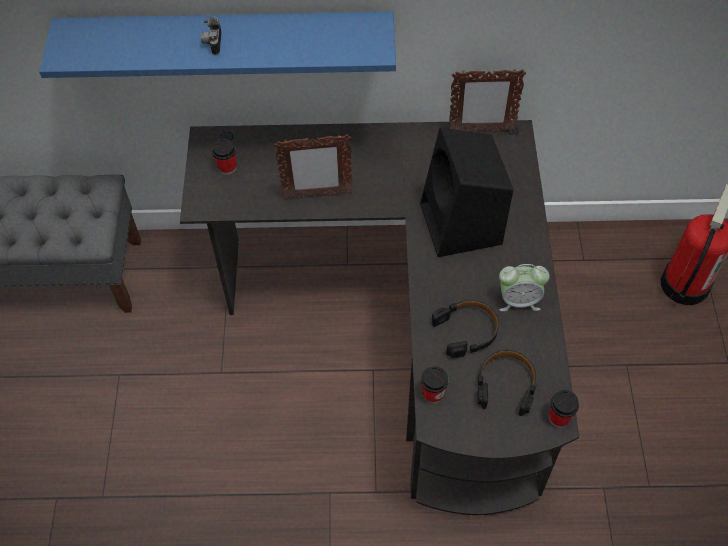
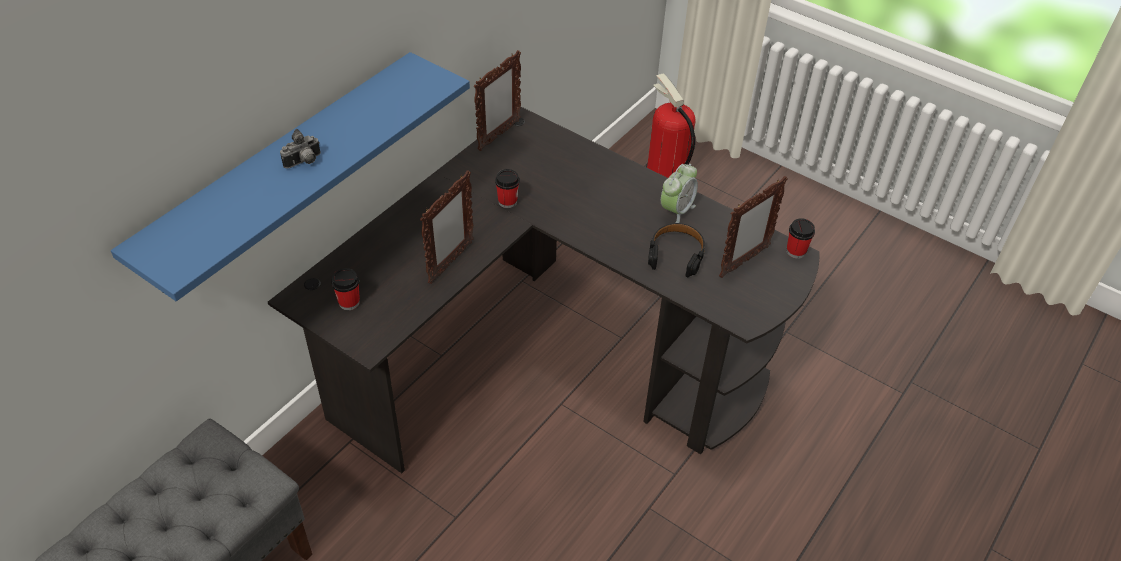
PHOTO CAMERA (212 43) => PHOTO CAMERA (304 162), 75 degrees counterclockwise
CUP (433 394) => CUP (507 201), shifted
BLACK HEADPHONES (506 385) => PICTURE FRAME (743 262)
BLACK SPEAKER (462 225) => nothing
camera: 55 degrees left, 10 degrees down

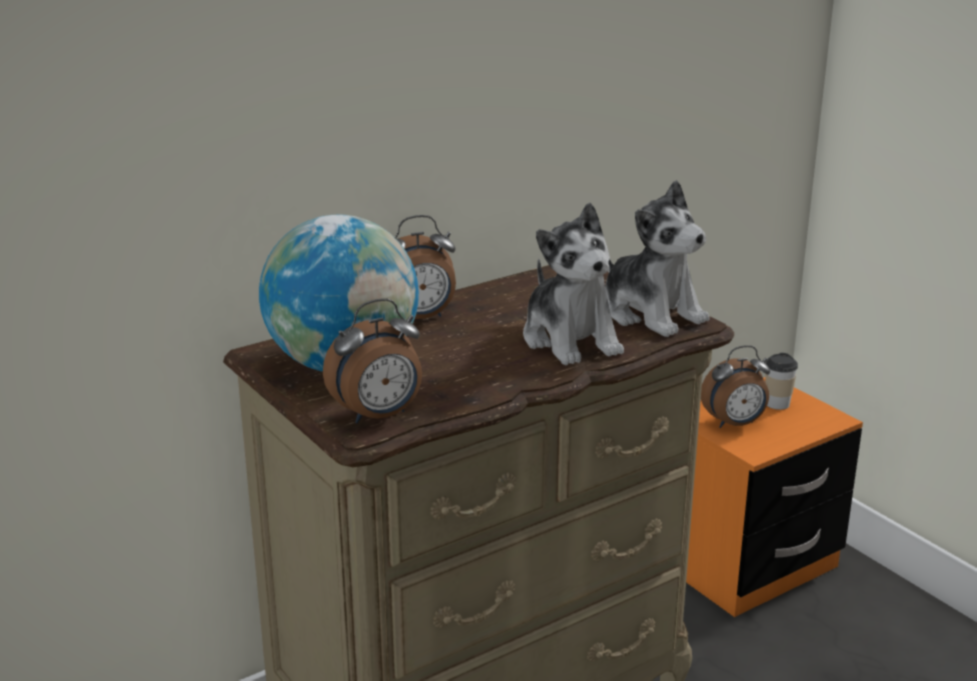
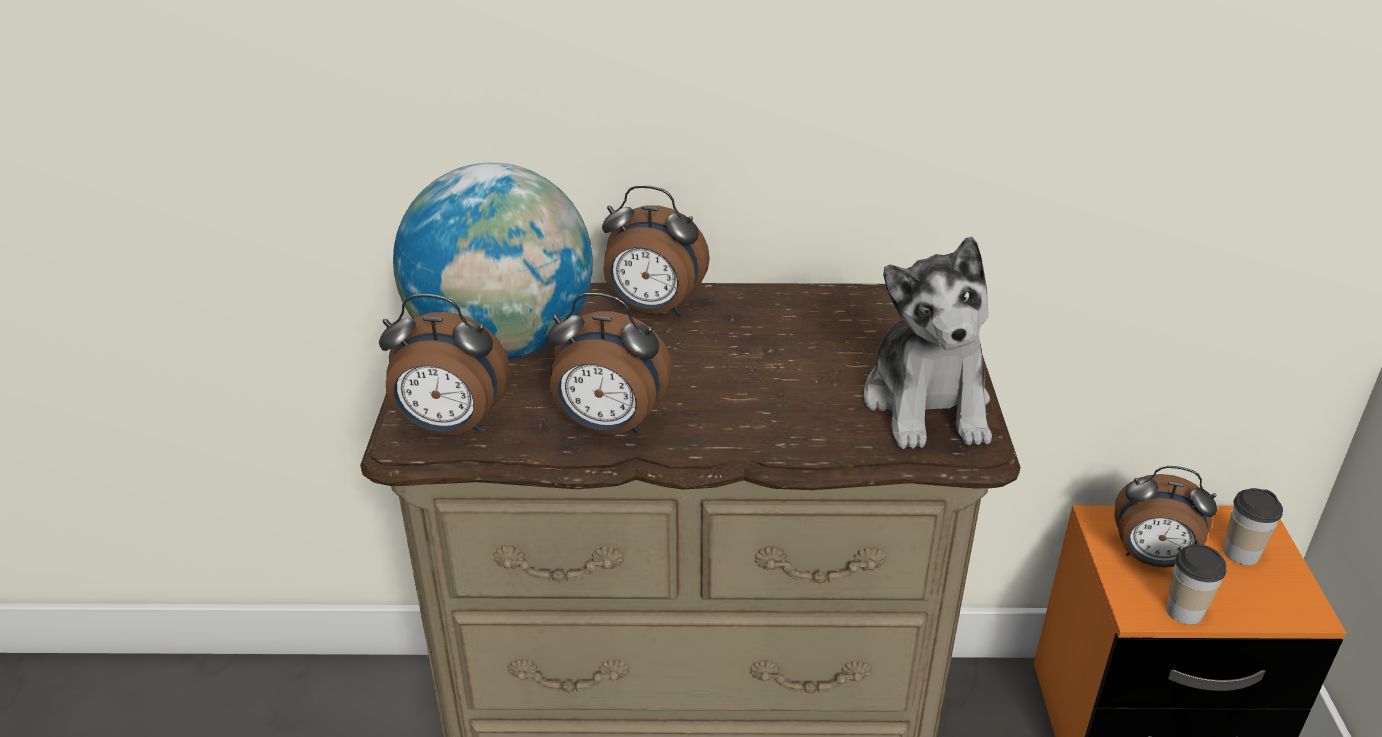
nothing => ALARM CLOCK (608 427)
nothing => CUP (1184 611)
PLUSH TOY (570 340) => nothing
camera: 35 degrees right, 10 degrees up

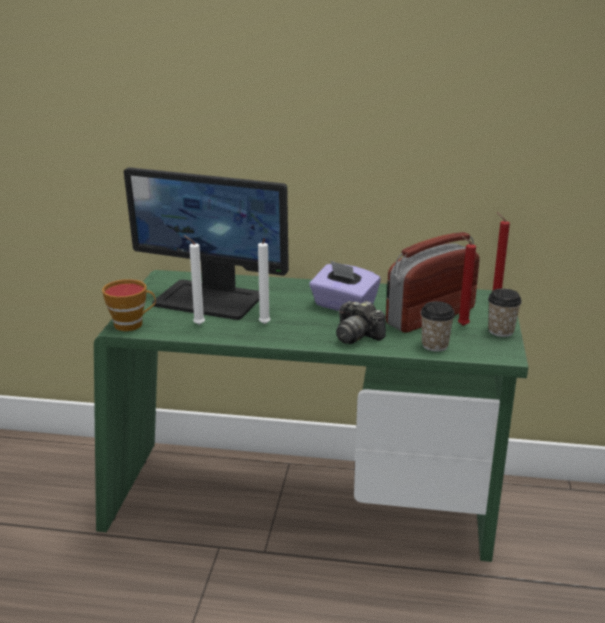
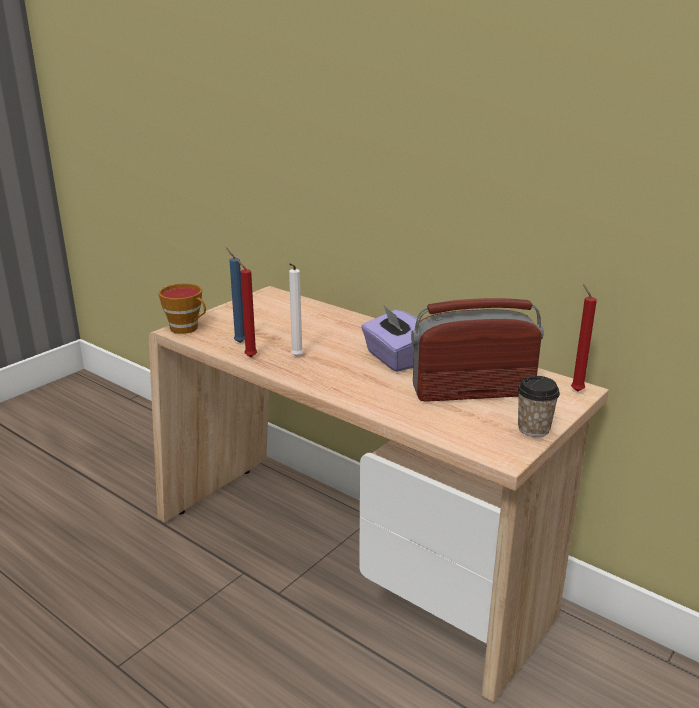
GREEN DESK (302 505) => BEIGE DESK (349 563)
WHITE CANDLE (197 324) => BLUE CANDLE (238 342)
RED CANDLE (461 325) => RED CANDLE (249 356), shifted
MONITOR (210 299) => nothing
PHOTO CAMERA (357 335) => nothing
CUP (435 345) => nothing
camera: 30 degrees right, 0 degrees up

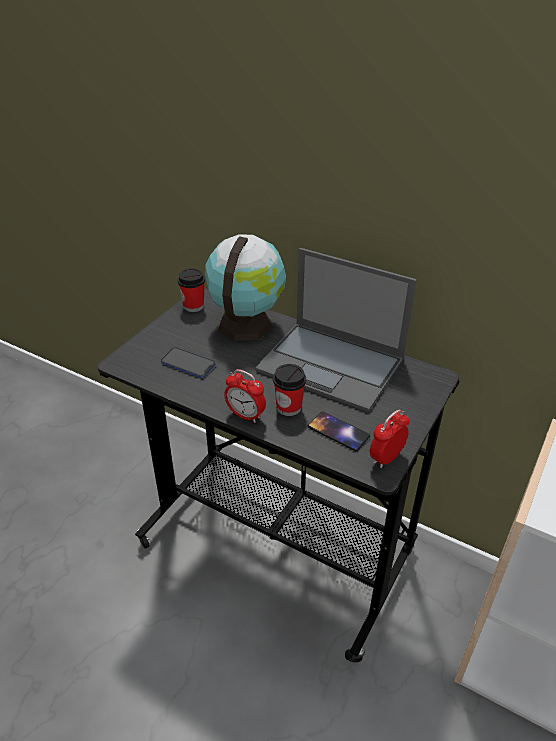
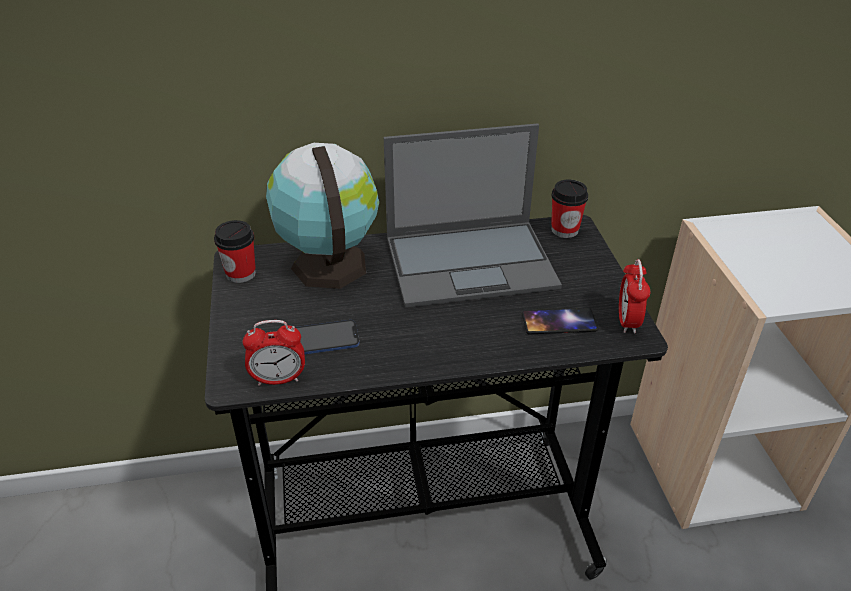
ALARM CLOCK (245 415) => ALARM CLOCK (278 379), shifted
CUP (289 407) => CUP (564 230), shifted
camera: 40 degrees left, 0 degrees up

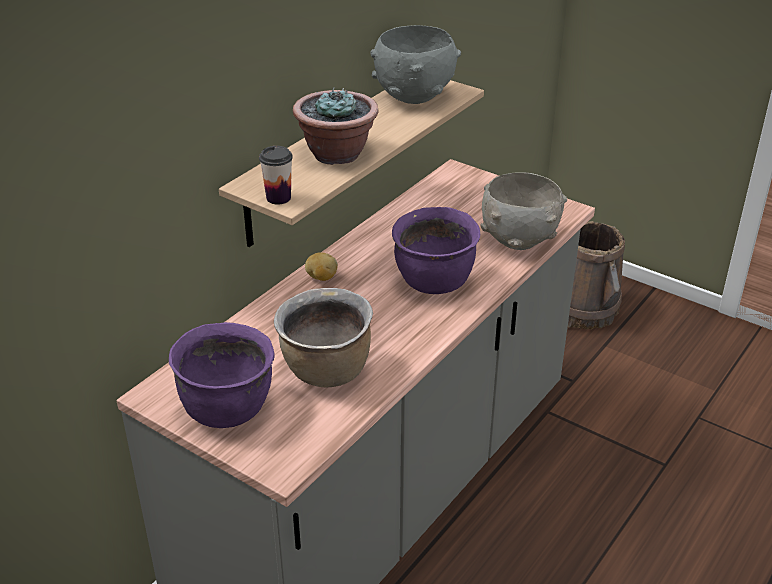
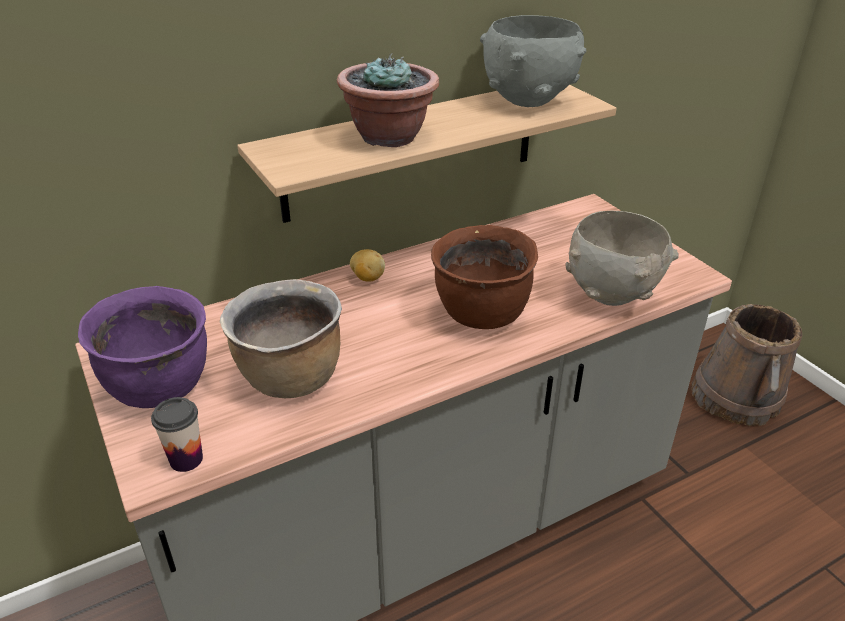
CUP (278 198) => CUP (186 459), shifted
PURPLE COOKING POT (434 282) => BROWN COOKING POT (481 314)
camera: 25 degrees right, 0 degrees up

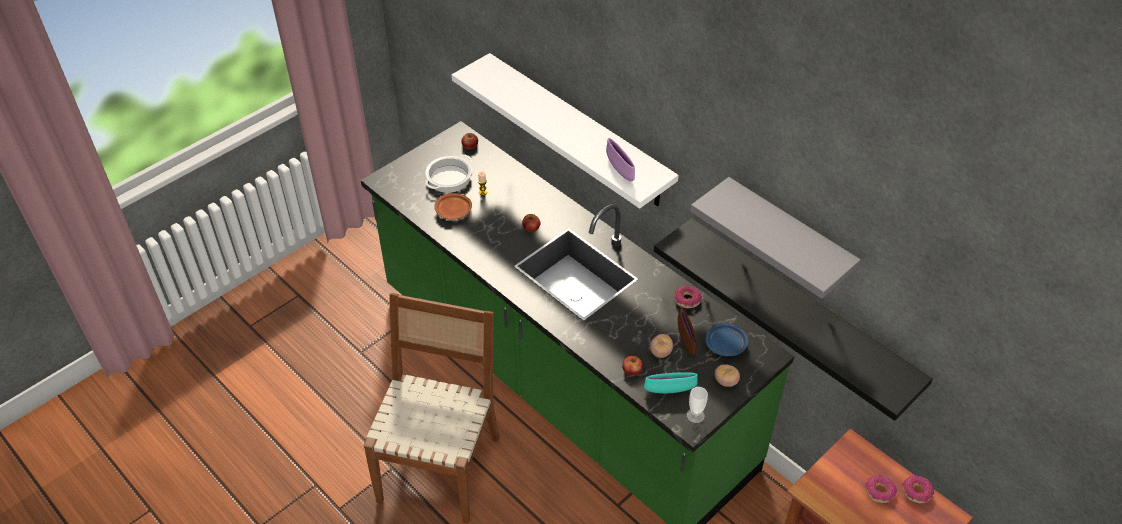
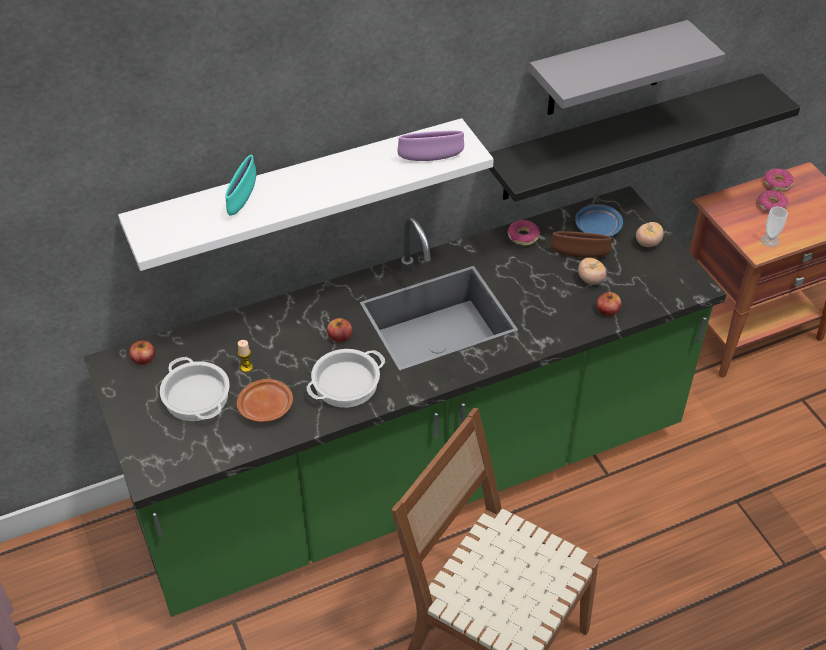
TURQUOISE BOWL (669 390) => TURQUOISE BOWL (242 199), shifted
nothing => COOKING POT (346 384)
CUP (695 415) => CUP (770 240), shifted
camera: 70 degrees left, 0 degrees up

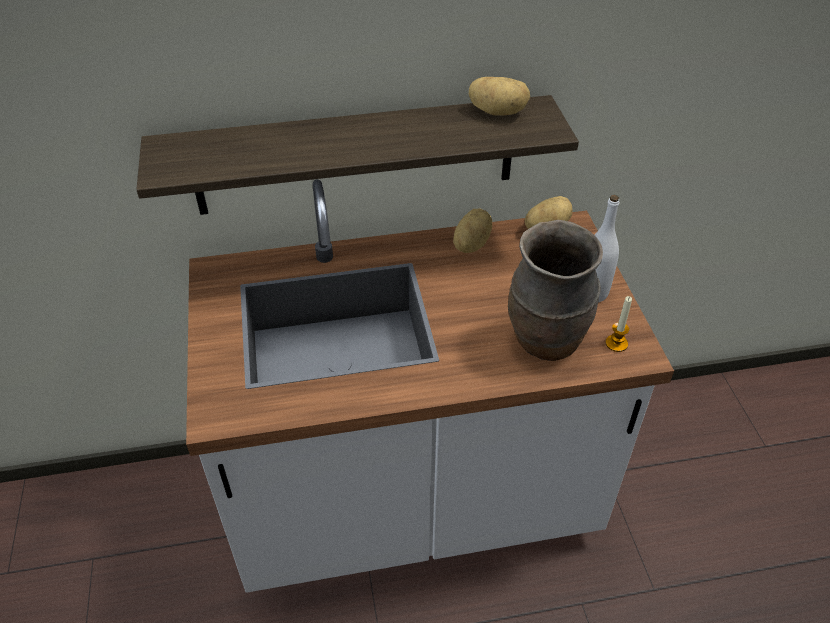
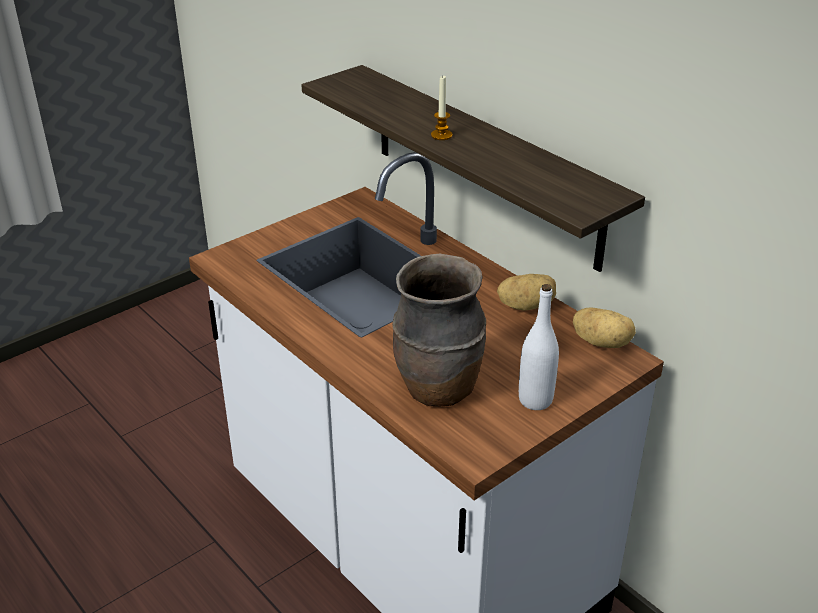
CANDLE (616 343) => CANDLE (441 135), shifted
POTATO (498 111) => nothing
camera: 60 degrees right, 10 degrees down

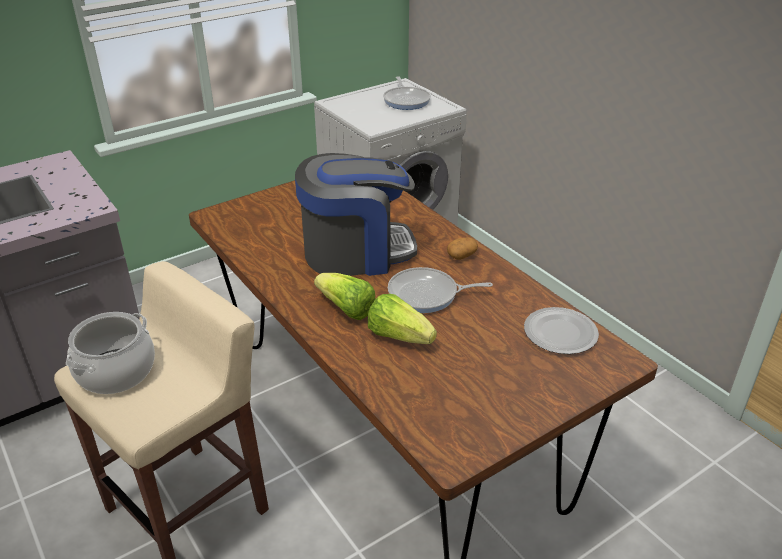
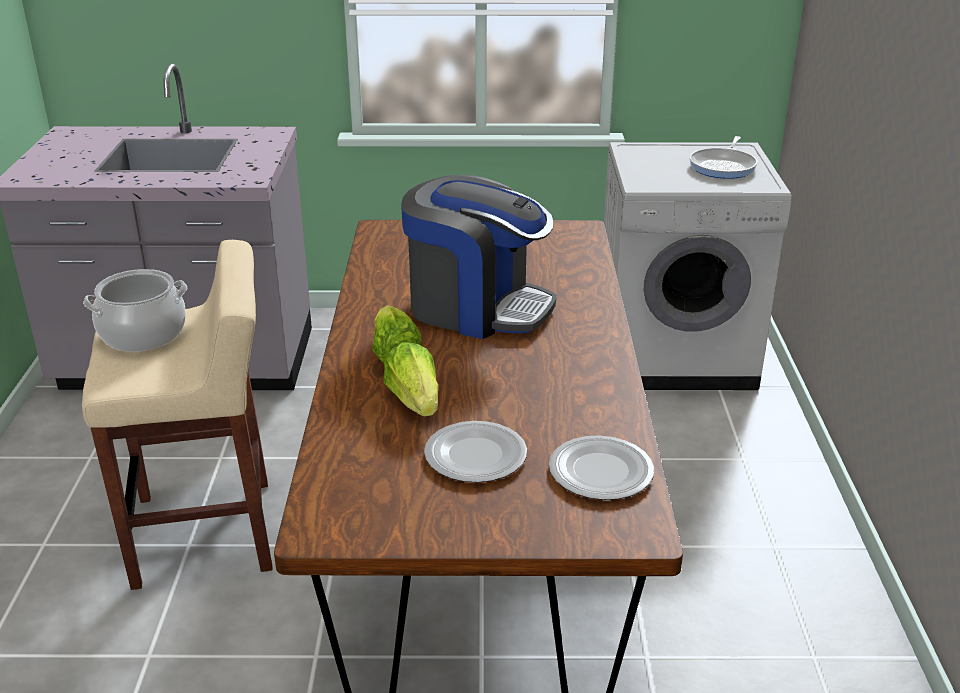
nothing => PLATE (474 456)
FRYING PAN (427 295) => nothing
POTATO (461 255) => nothing
camera: 35 degrees right, 5 degrees down

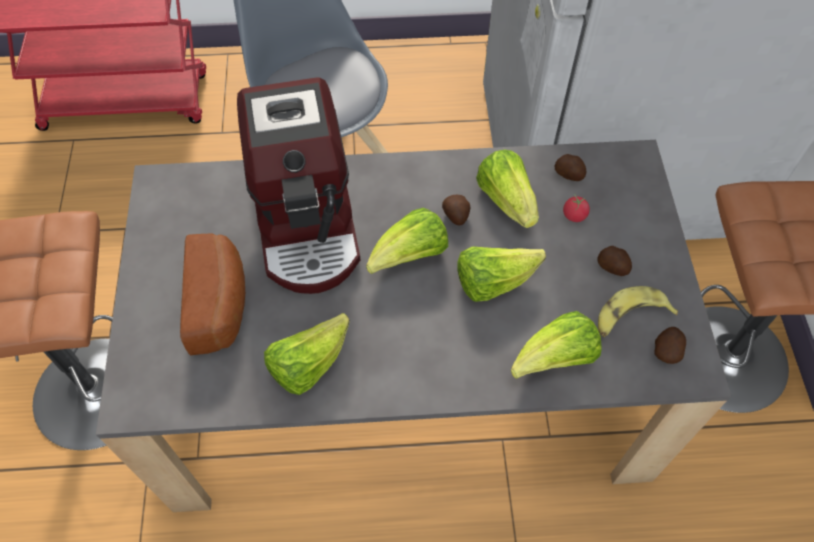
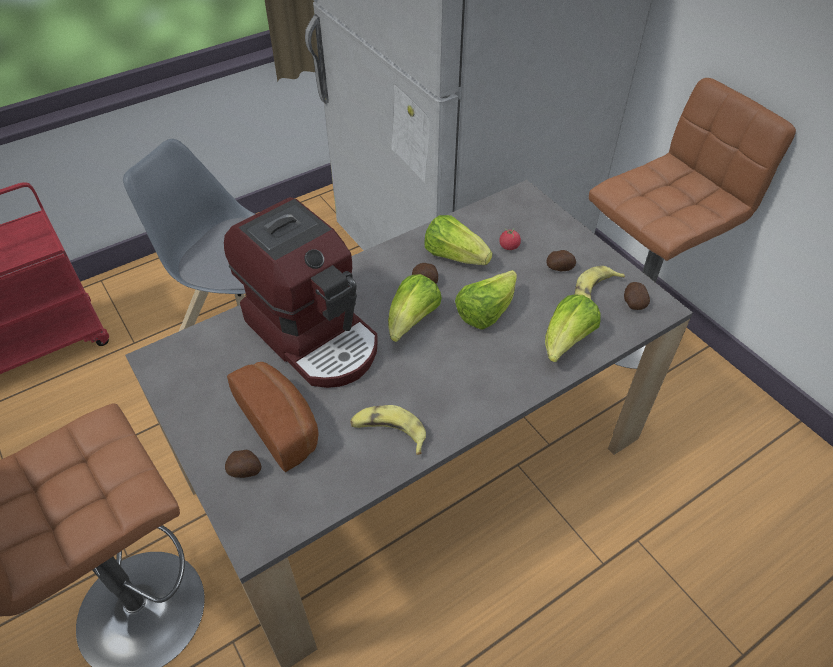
POTATO (569 175) => POTATO (245 471), shifted
LETTUCE (308 364) => BANANA (389 432)
camera: 30 degrees left, 10 degrees down

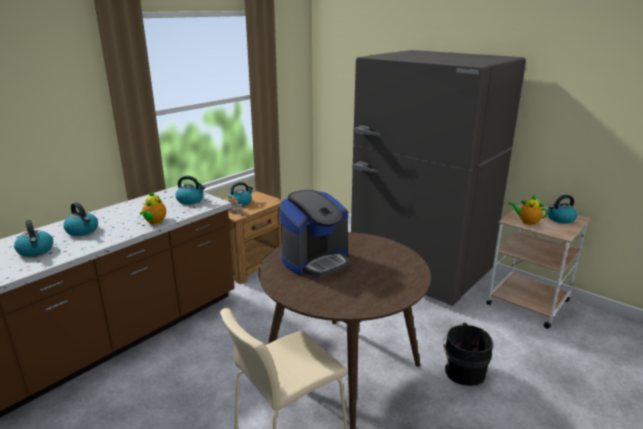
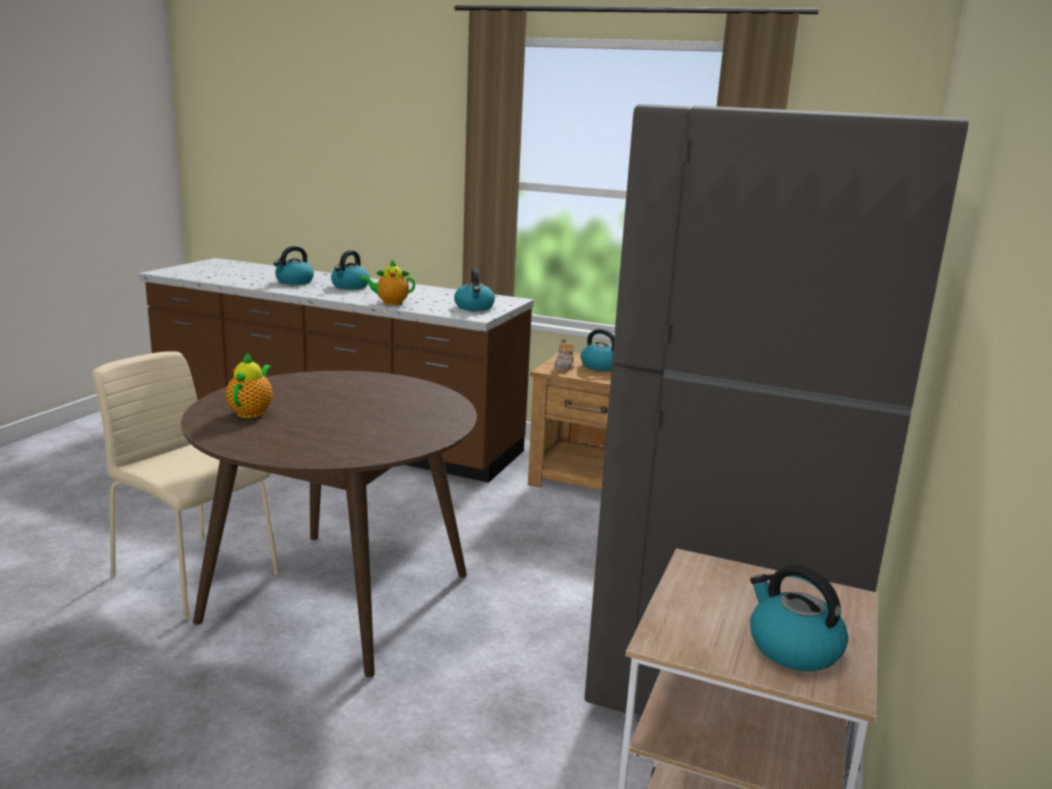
TEAPOT (527 222) => TEAPOT (252 412), shifted
COFFEE MACHINE (315 261) => nothing
BLACK BUCKET (462 371) => nothing
camera: 70 degrees right, 5 degrees down

